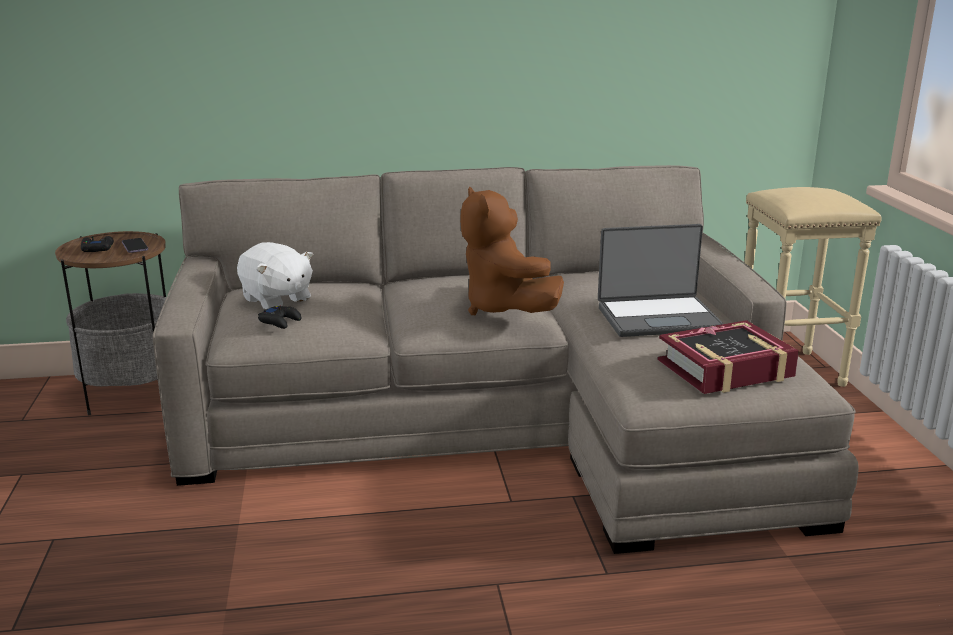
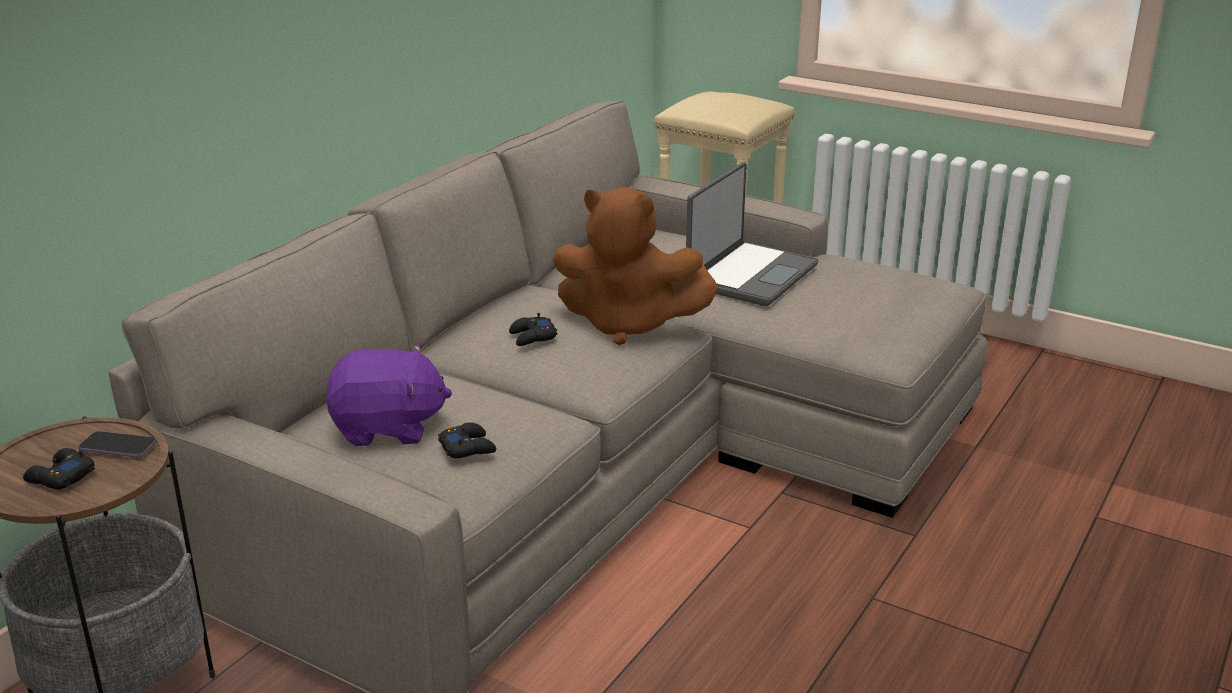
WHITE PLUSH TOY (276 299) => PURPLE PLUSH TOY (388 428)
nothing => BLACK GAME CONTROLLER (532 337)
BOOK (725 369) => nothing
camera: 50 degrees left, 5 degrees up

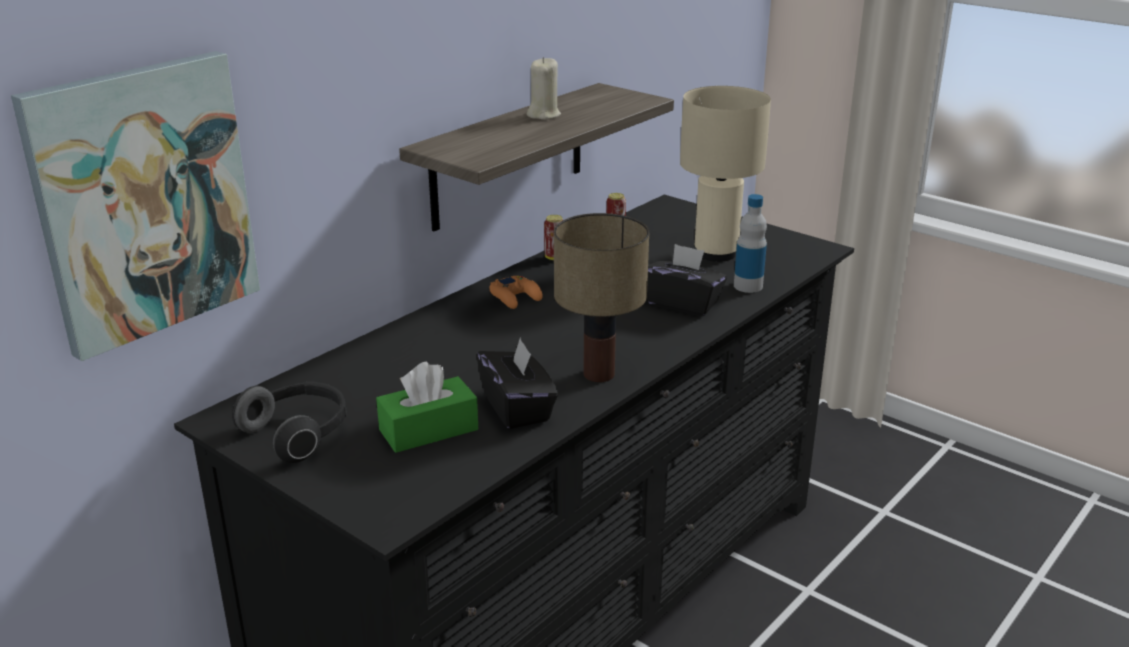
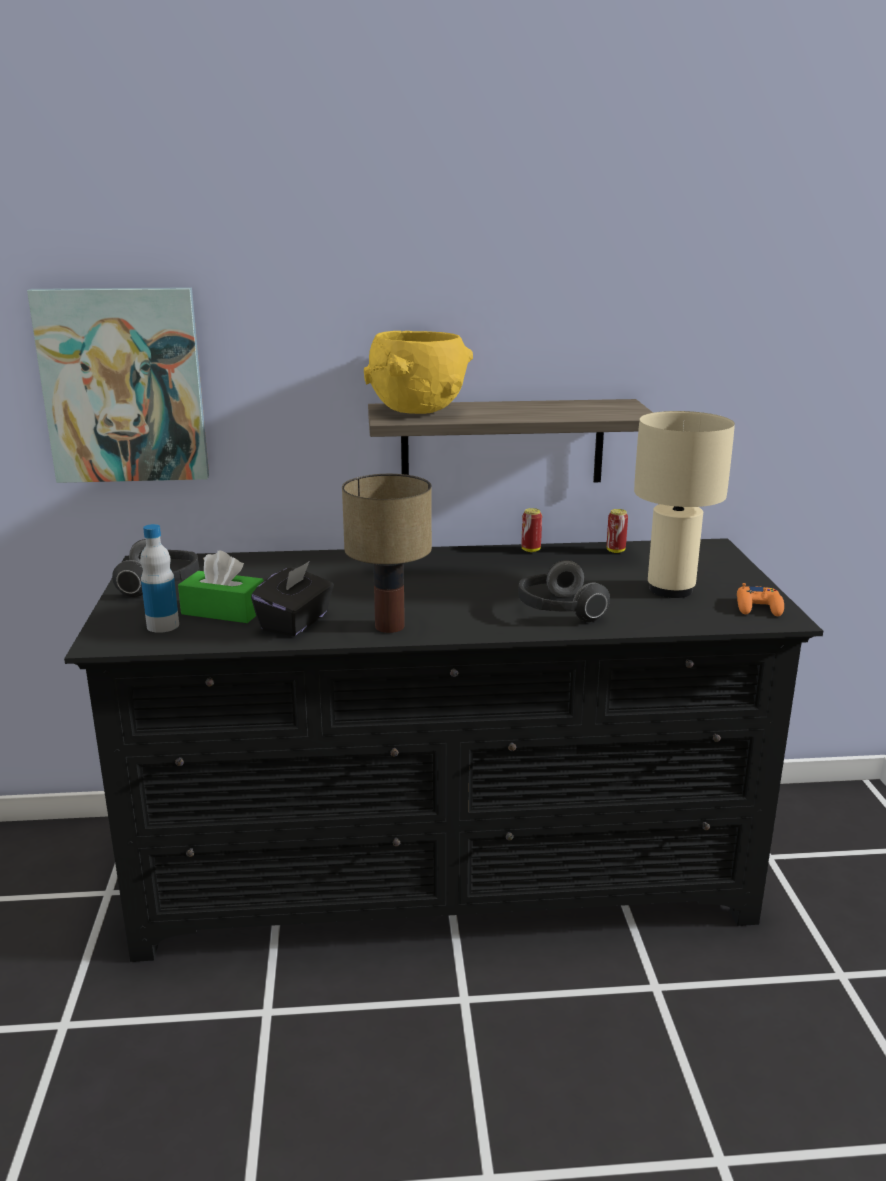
BOTTLE (748 286) => BOTTLE (163 625), shifted
nothing => YELLOW BOWL (417 411)
BLACK TISSUE BOX (683 303) => HEADPHONES (557 610)
ORANGE GAME CONTROLLER (516 297) => ORANGE GAME CONTROLLER (759 607), shifted
BEIGE CANDLE (543 115) => nothing
camera: 45 degrees right, 5 degrees down

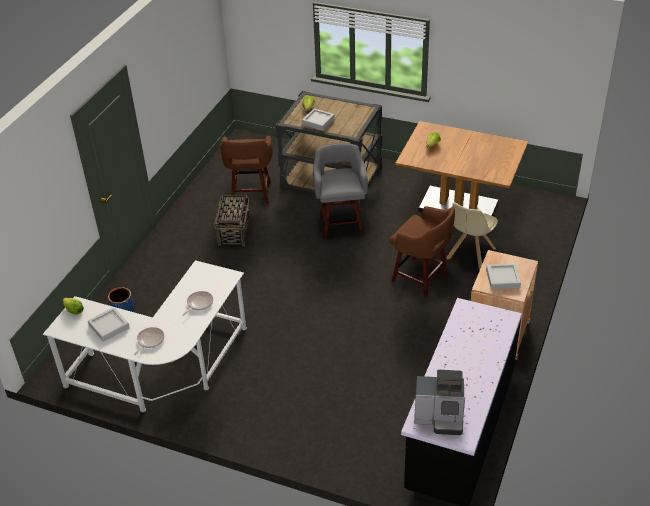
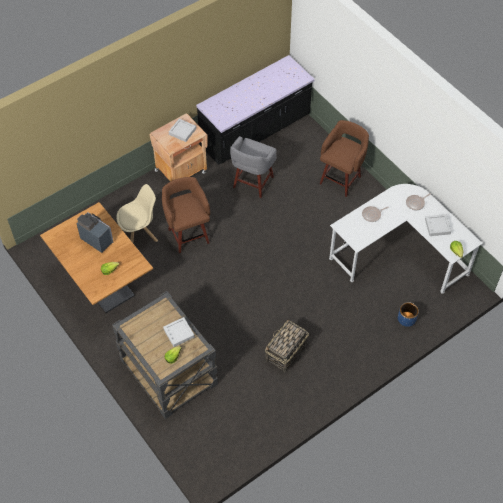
COFFEE MACHINE (440 418) => COFFEE MACHINE (97 238), shifted
GREY STOOL (341 223) => GREY STOOL (252 183), shifted
BROWN STOOL (251 194) => BROWN STOOL (341 179), shifted
camera: 150 degrees left, 15 degrees up

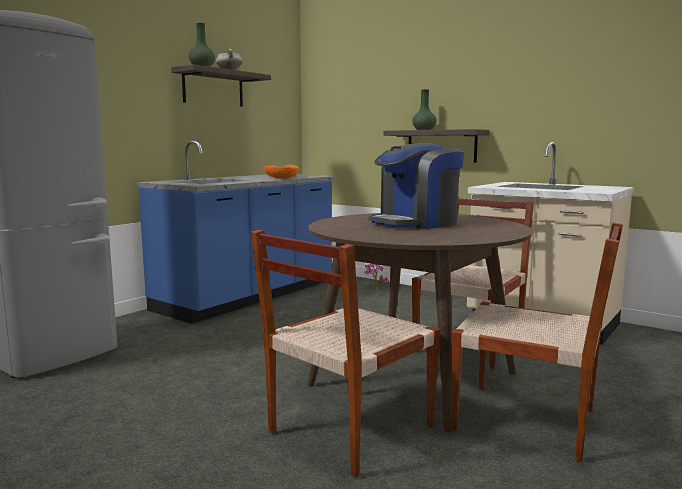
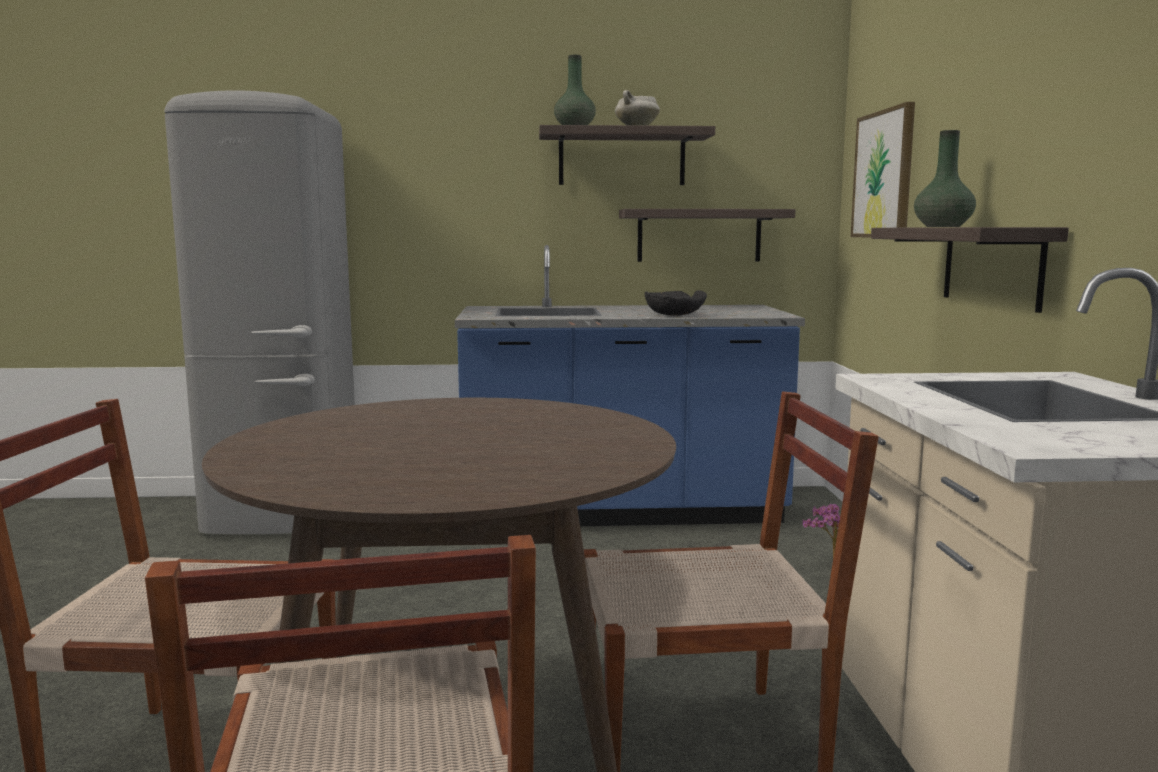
nothing => SHELF (699 235)
ORANGE BOWL (281 178) => BLACK BOWL (674 315)
nothing => PICTURE (884 175)
COFFEE MACHINE (416 223) => nothing
camera: 50 degrees right, 0 degrees up

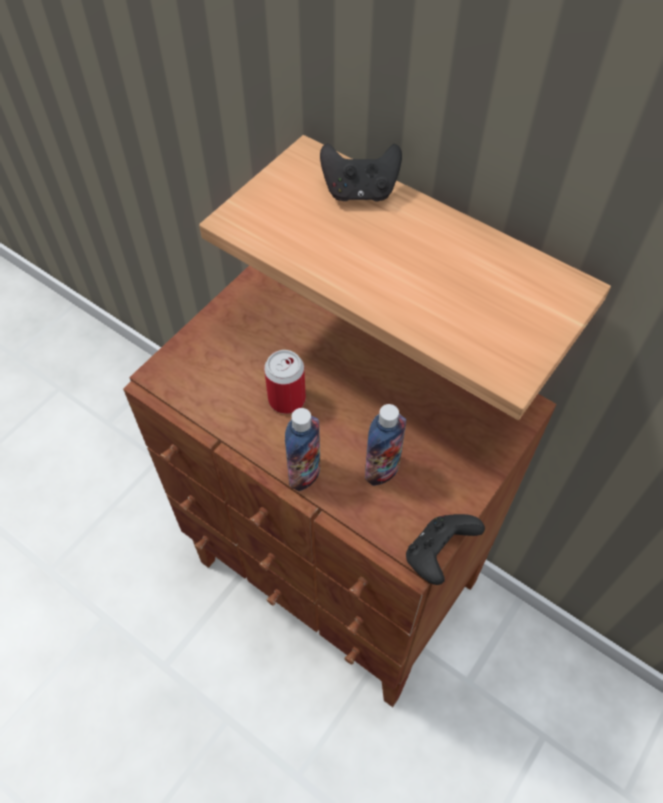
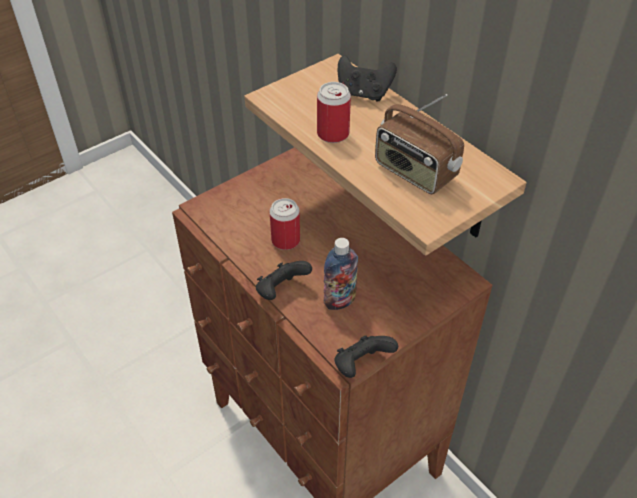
BOTTLE (304 473) => BLACK GAME CONTROLLER (281 291)
nothing => CAN (333 134)
nothing => RADIO (414 172)
camera: 15 degrees right, 10 degrees down

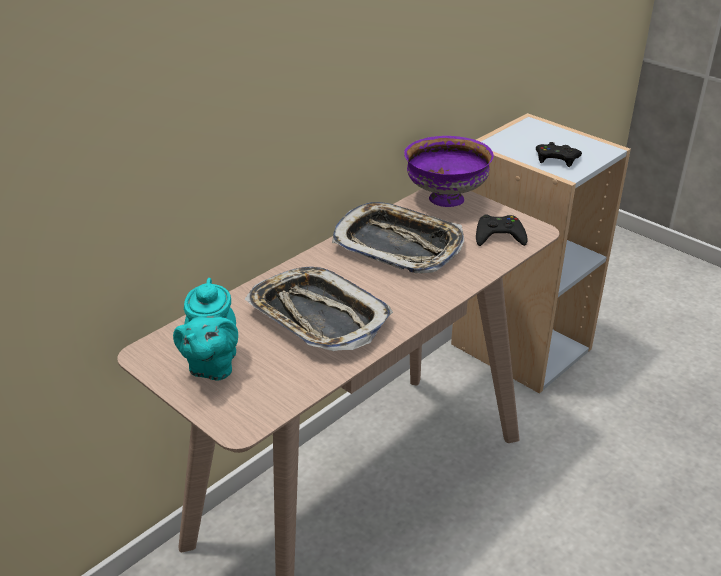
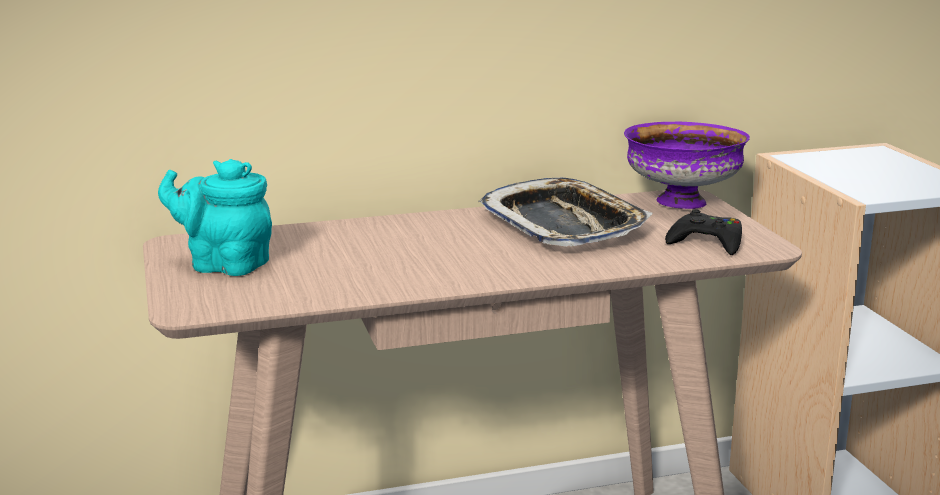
TURQUOISE TEAPOT (211 366) => TURQUOISE TEAPOT (224 264), 75 degrees clockwise
TRAY (317 317) => nothing
BLACK GAME CONTROLLER (556 159) => nothing
camera: 30 degrees right, 15 degrees down

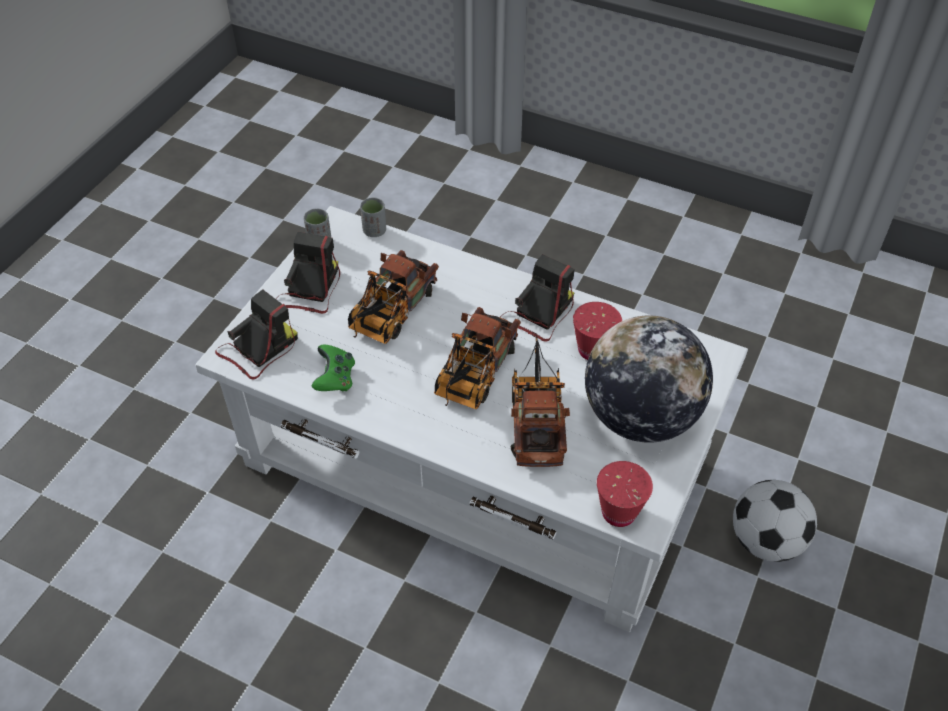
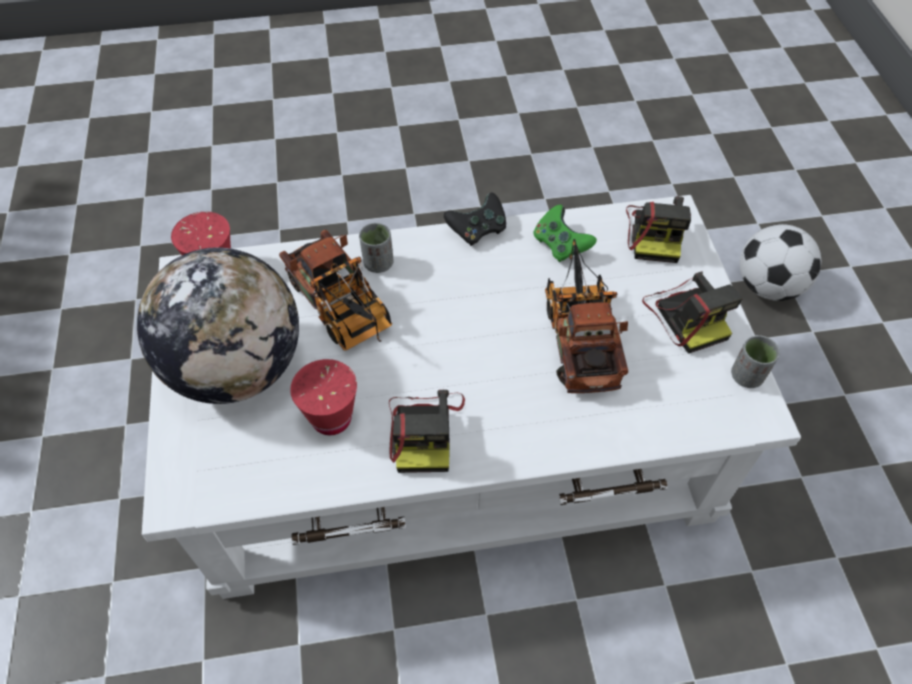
GREY CUP (374 231) => GREY CUP (378 263), shifted
nothing => BLACK GAME CONTROLLER (477 230)
FOOTBALL (765 541) => FOOTBALL (767 286), shifted
TOY TRUCK (473 376) => nothing
camera: 145 degrees right, 5 degrees up

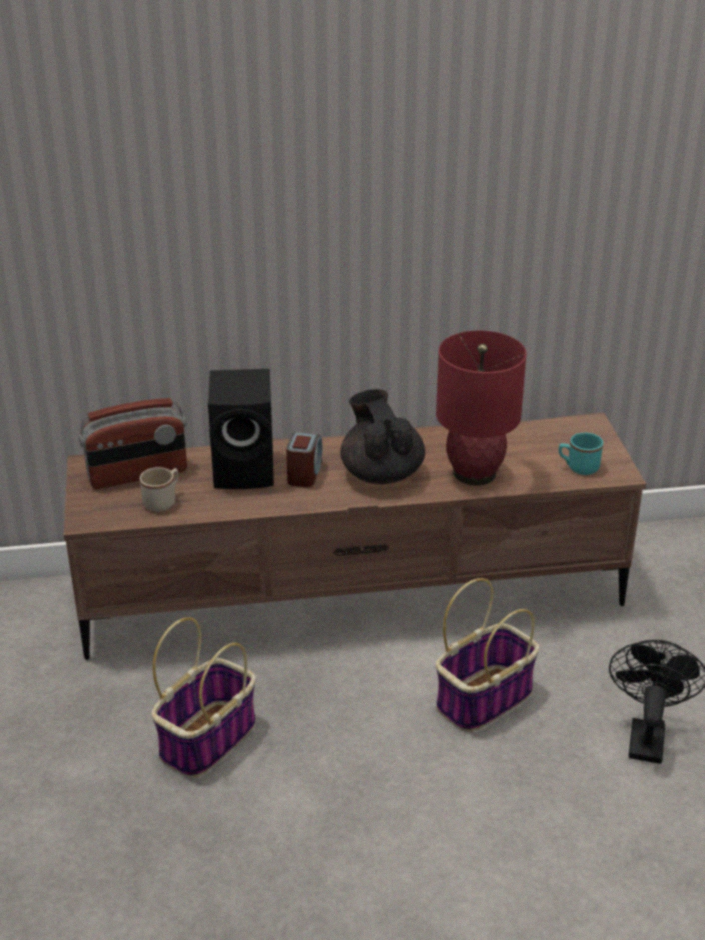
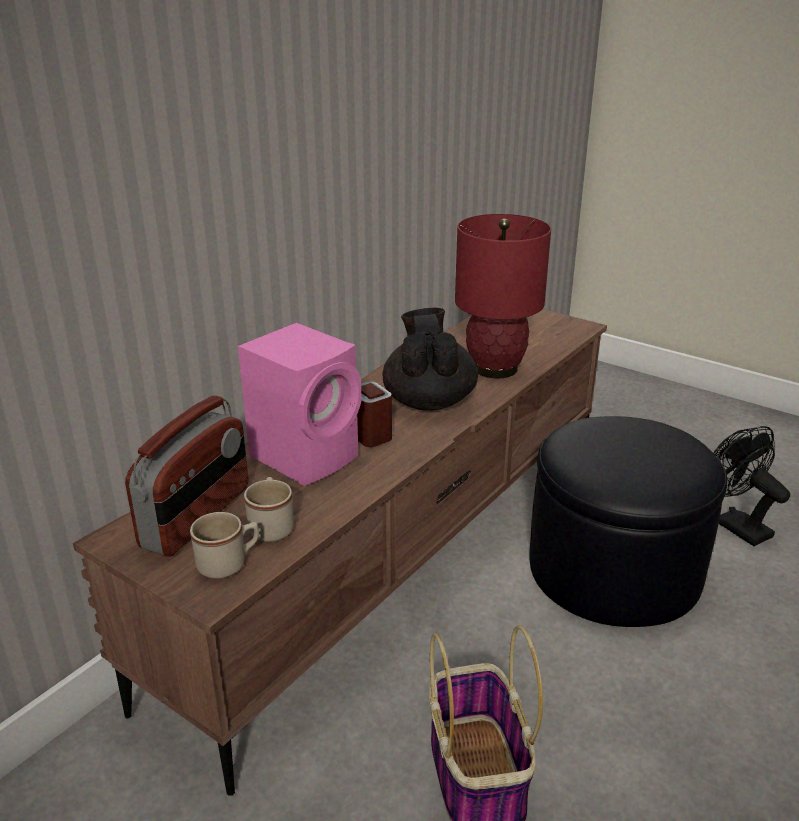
nothing => BEIGE MUG (229 564)
BLACK SPEAKER (247 470) => PINK SPEAKER (307 455)
BLACK TEAPOT (381 473) => BLACK TEAPOT (429 401), 60 degrees clockwise
BASKET (484 698) => BLACK OTTOMAN (613 569)
TURQUOISE MUG (578 467) => nothing
camera: 45 degrees left, 5 degrees down

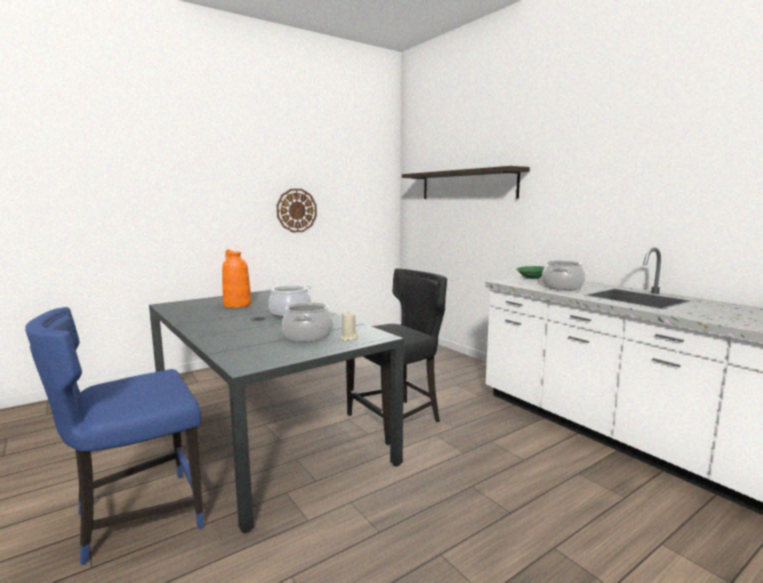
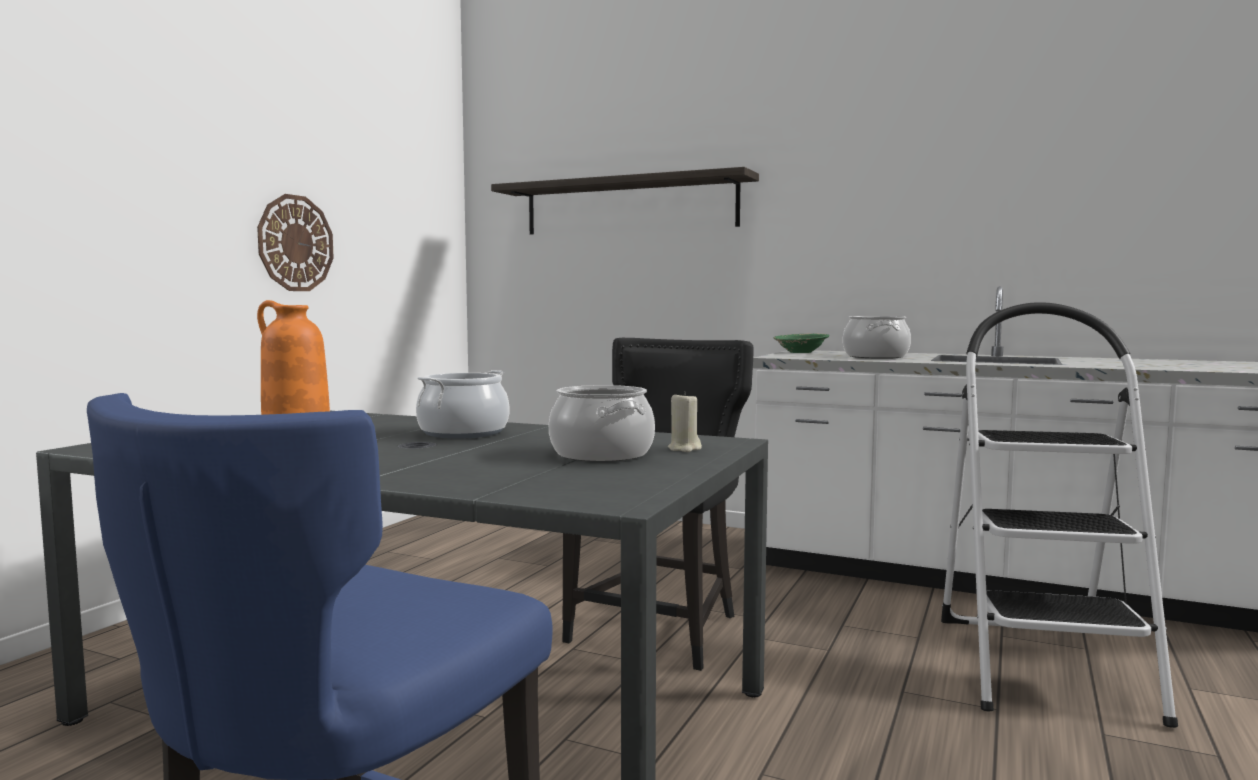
nothing => STEP LADDER (1041 665)
camera: 30 degrees left, 5 degrees down

